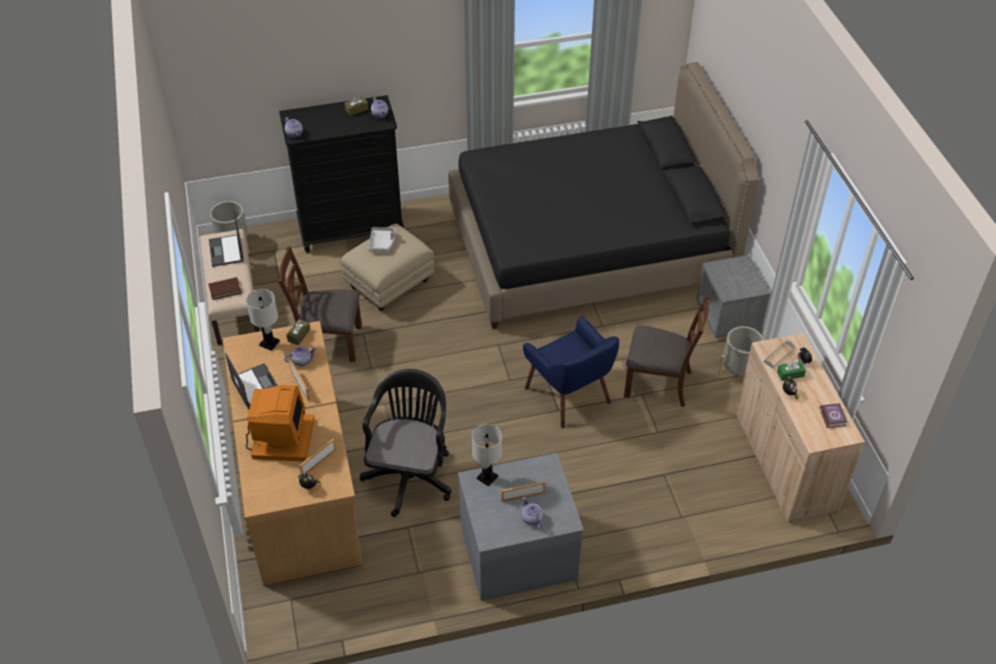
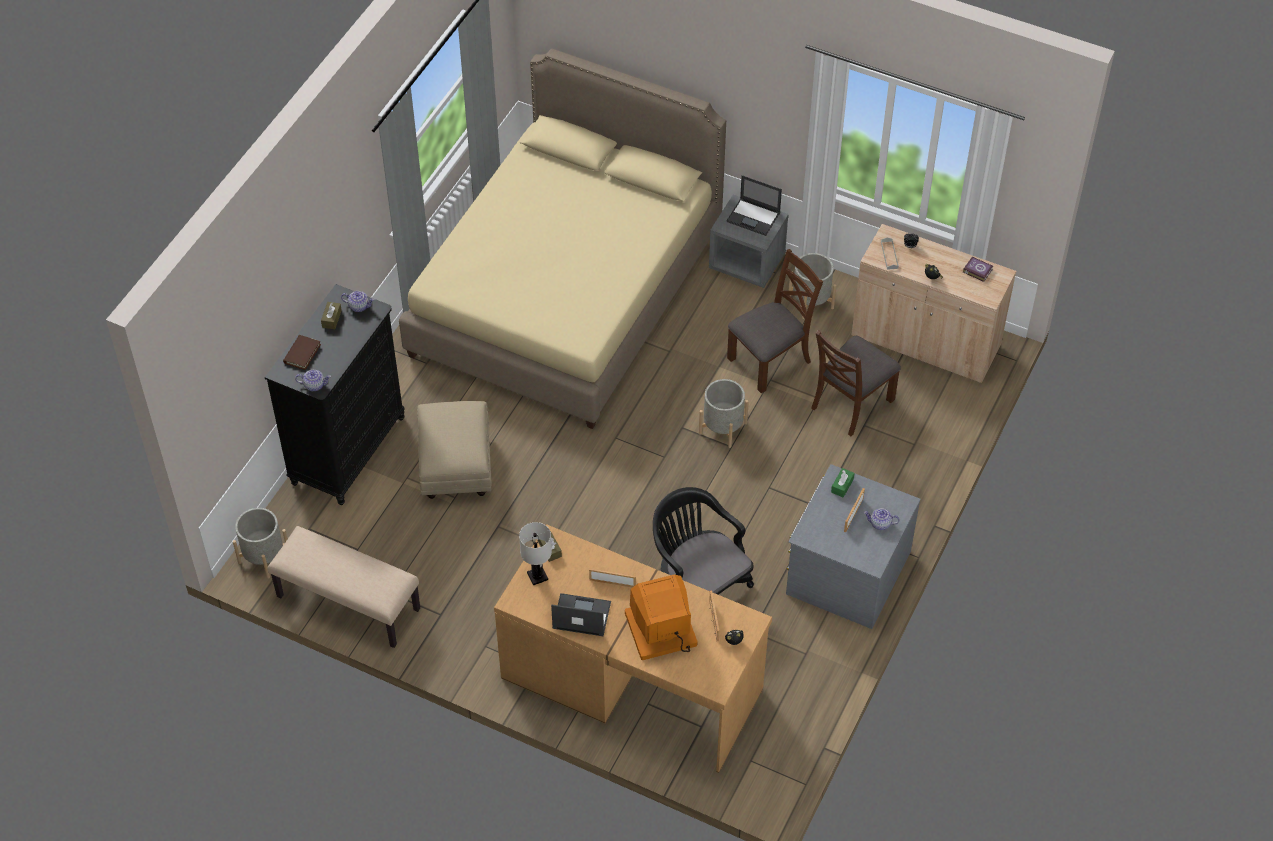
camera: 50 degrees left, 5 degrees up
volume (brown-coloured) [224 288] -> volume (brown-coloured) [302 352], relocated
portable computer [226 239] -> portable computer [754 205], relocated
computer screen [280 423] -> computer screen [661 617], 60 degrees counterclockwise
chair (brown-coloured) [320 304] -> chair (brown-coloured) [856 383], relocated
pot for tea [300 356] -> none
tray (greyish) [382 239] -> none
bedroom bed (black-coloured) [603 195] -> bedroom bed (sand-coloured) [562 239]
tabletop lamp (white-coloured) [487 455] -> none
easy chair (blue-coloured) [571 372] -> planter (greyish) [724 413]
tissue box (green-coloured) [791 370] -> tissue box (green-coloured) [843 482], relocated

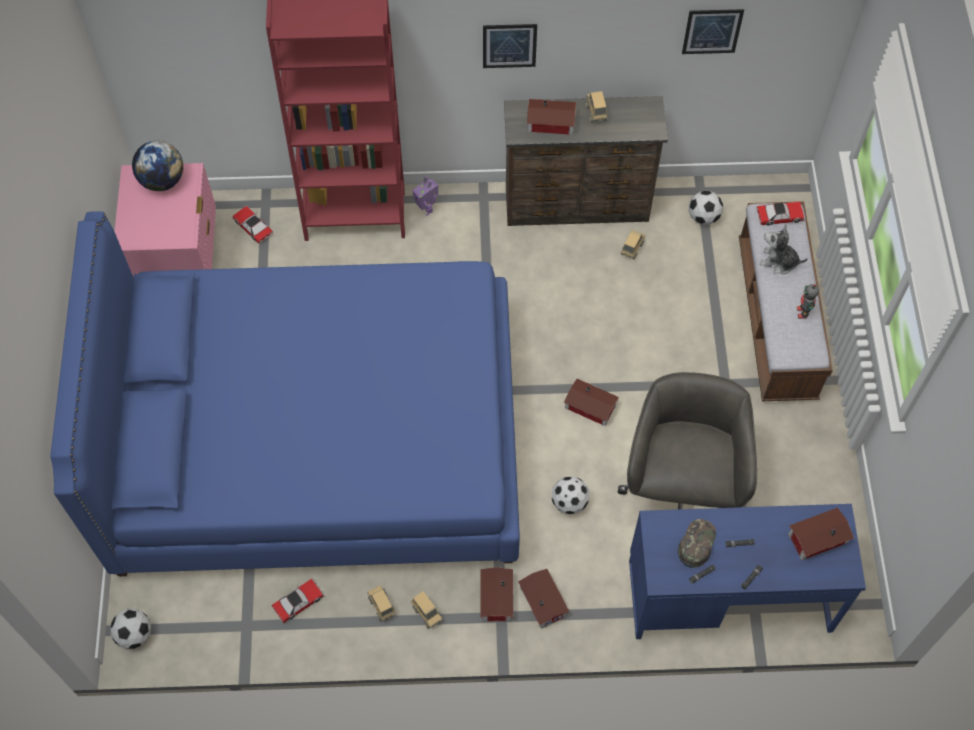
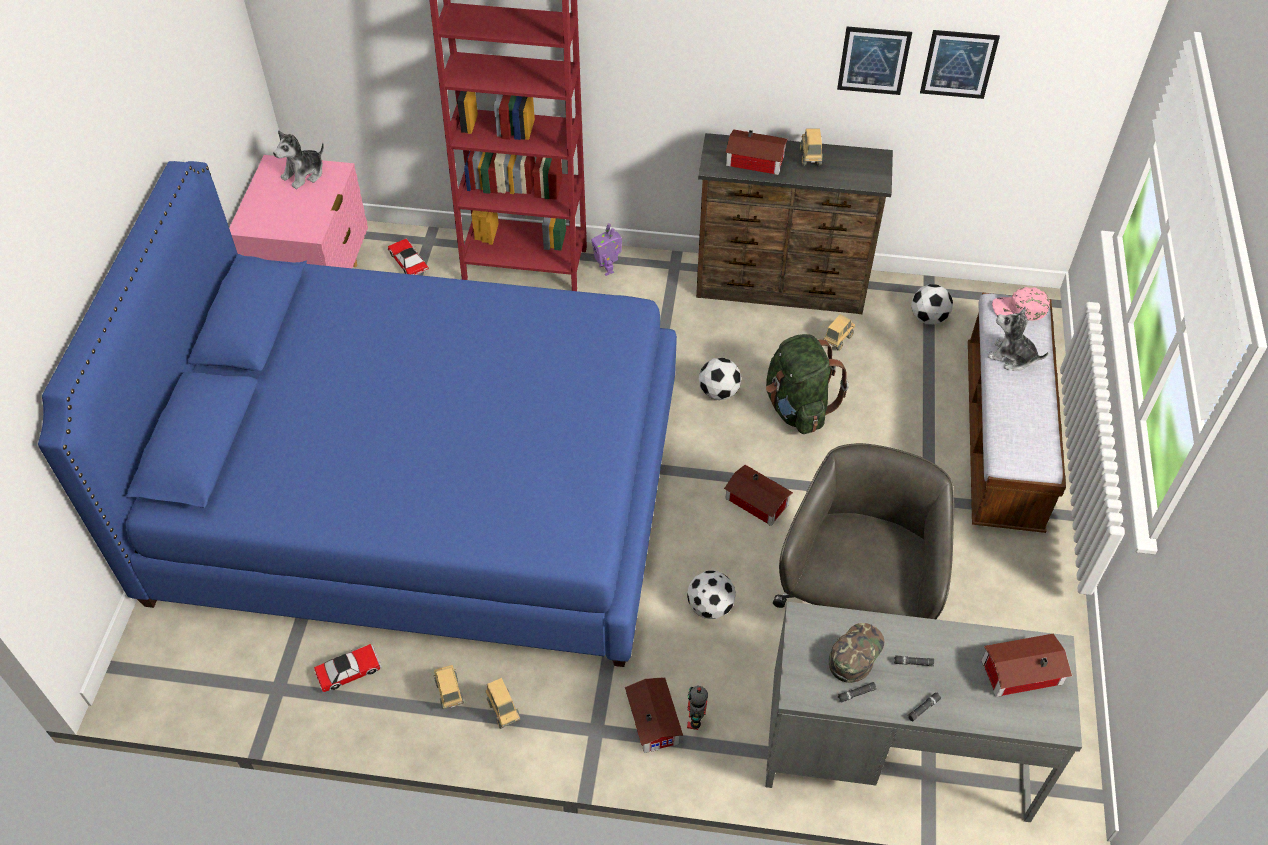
camera: 10 degrees right, 10 degrees down
ball for football [130 629] -> ball for football [720 378], relocated
globe [157 166] -> cuddly toy [298 159]
toy house [496 594] -> none
wall picture [510 46] -> wall picture [874 61], relocated
desk (blue-coloured) [747 571] -> desk (greyish) [923 712]
toy car [781 213] -> cap (pink) [1021 304]
toy robot [808 301] -> toy robot [697 708], relocated
none -> backpack (green-coloured) [807 384]

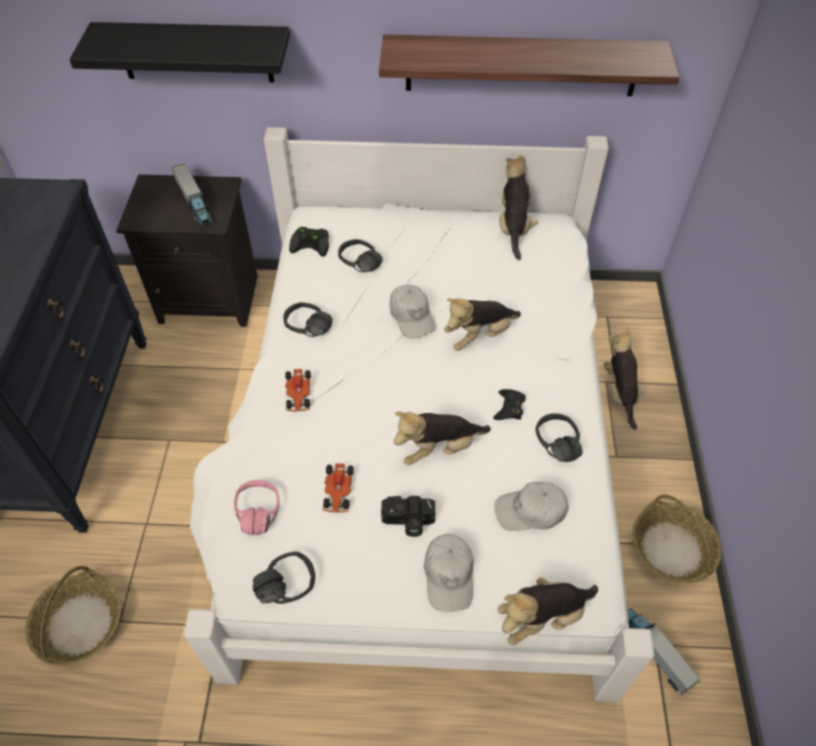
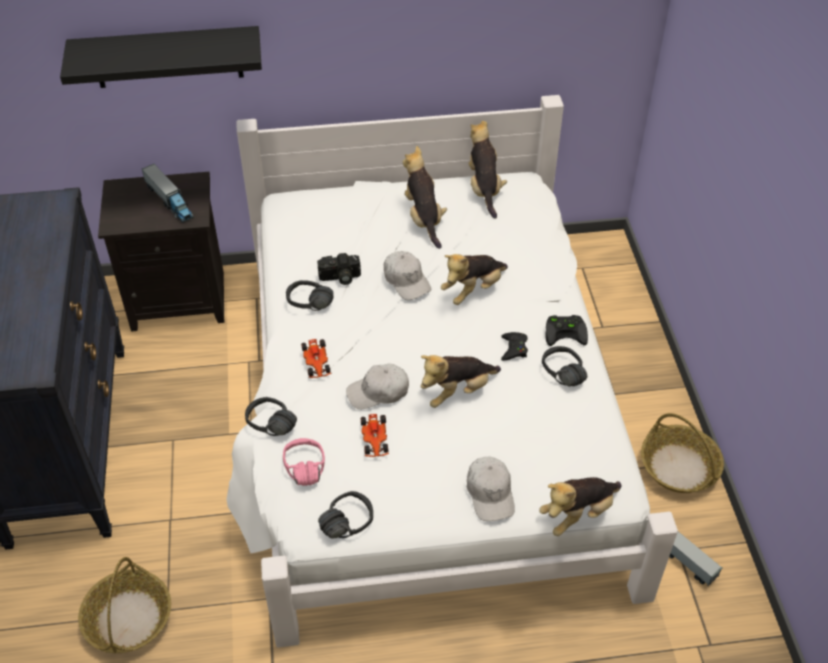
camera: 10 degrees left, 5 degrees down
gamepad (black-coloured) [309 242] -> gamepad (black-coloured) [567 330], relocated
headset (black-coloured) [360 255] -> headset (black-coloured) [271 416], relocated
shelf [529 65] -> none
photo camera [408 516] -> photo camera [339 269], relocated
cap (white-coloured) [531 506] -> cap (white-coloured) [377 386], relocated
cuddly toy [625 378] -> cuddly toy [425 197], relocated

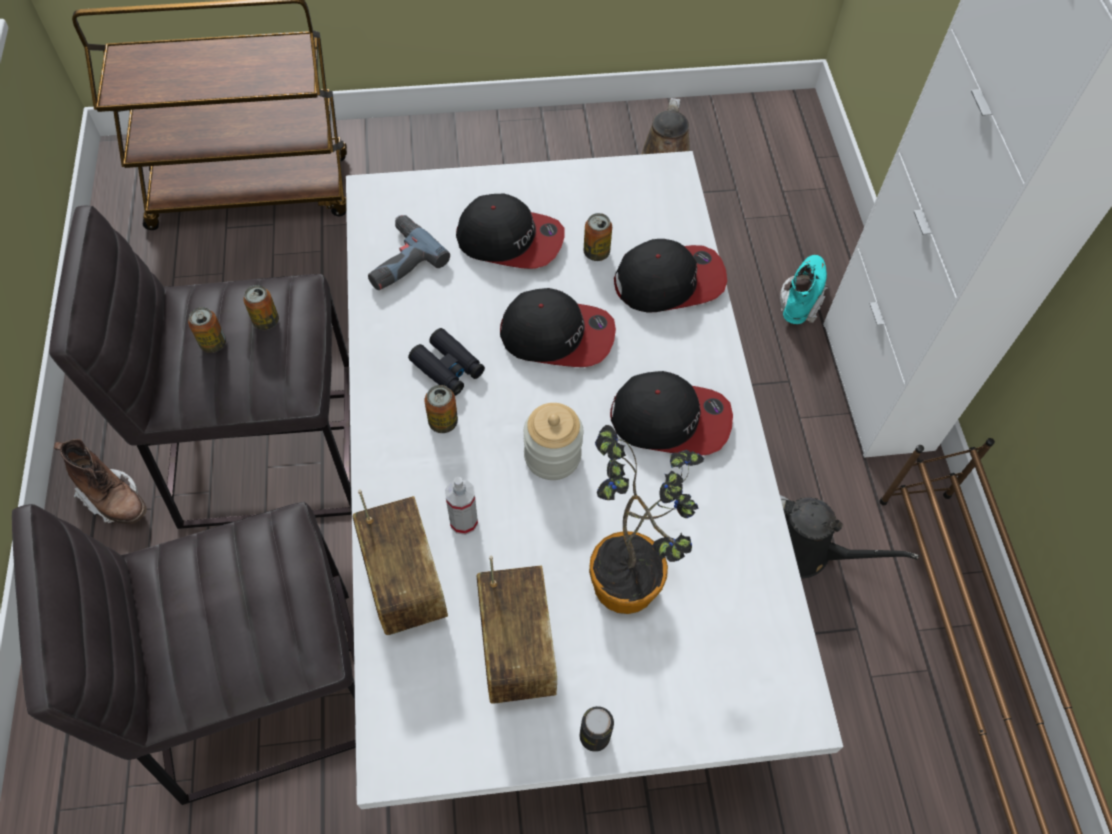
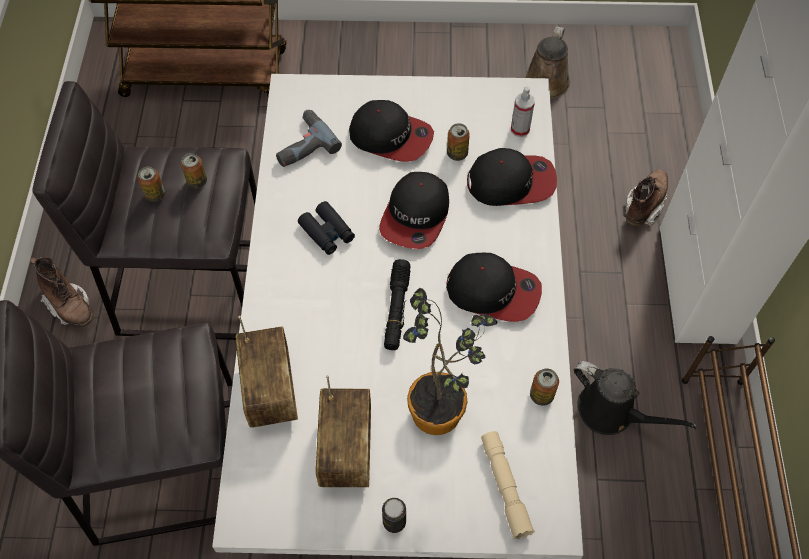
camera: 10 degrees right, 0 degrees up
metal can [441 409] -> metal can [544 387], relocated
sprayer [461 506] -> sprayer [523 111], relocated
cap [558 327] -> cap [414 210], 90 degrees clockwise
storage jar [553 441] -> hand torch (black-coloured) [397 304]
boot (blue-green) [804 289] -> boot (brown-coloured) [646 197]
none -> hand torch (sand-coloured) [508 485]

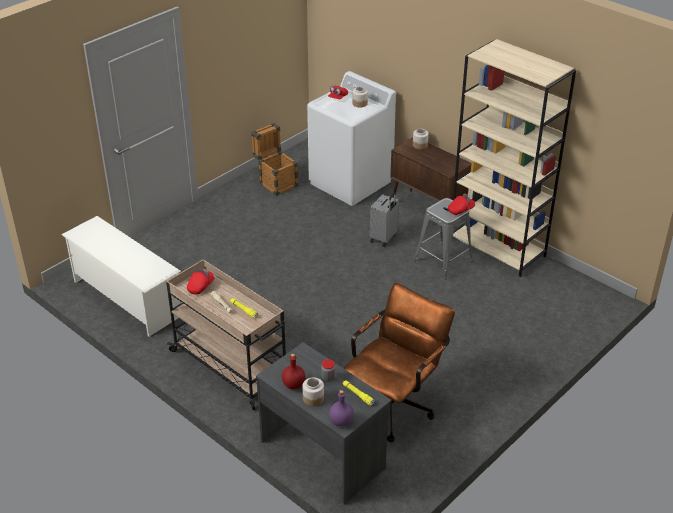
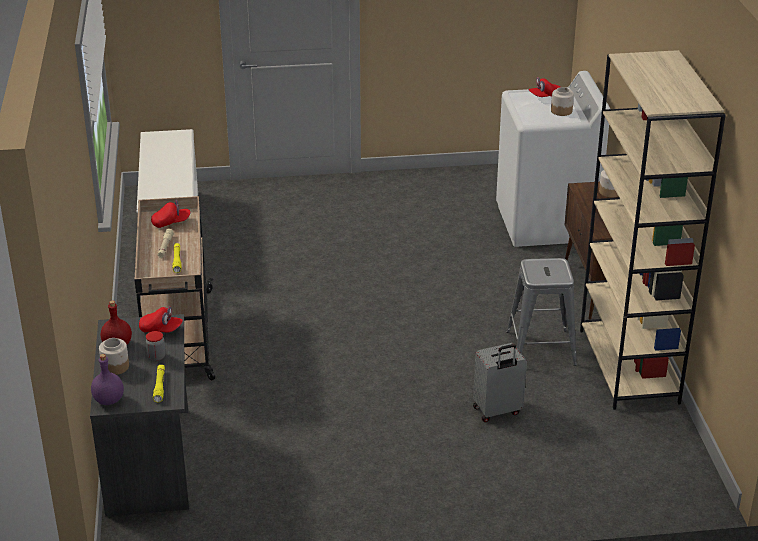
camera: 40 degrees right, 5 degrees down
packing crate [274 159] -> none
computer chair (brown-coloured) [399 362] -> none
suitcase (greyish) [384 219] -> suitcase (greyish) [500 382], relocated
cap (red) [461 204] -> cap (red) [161 319], relocated

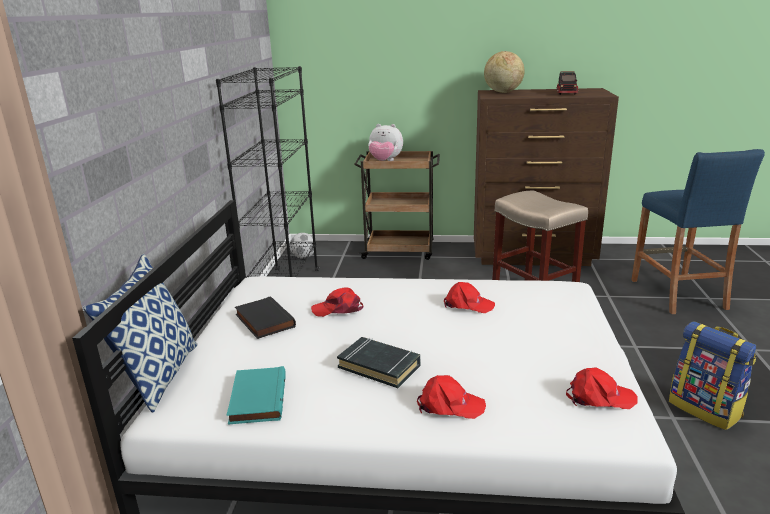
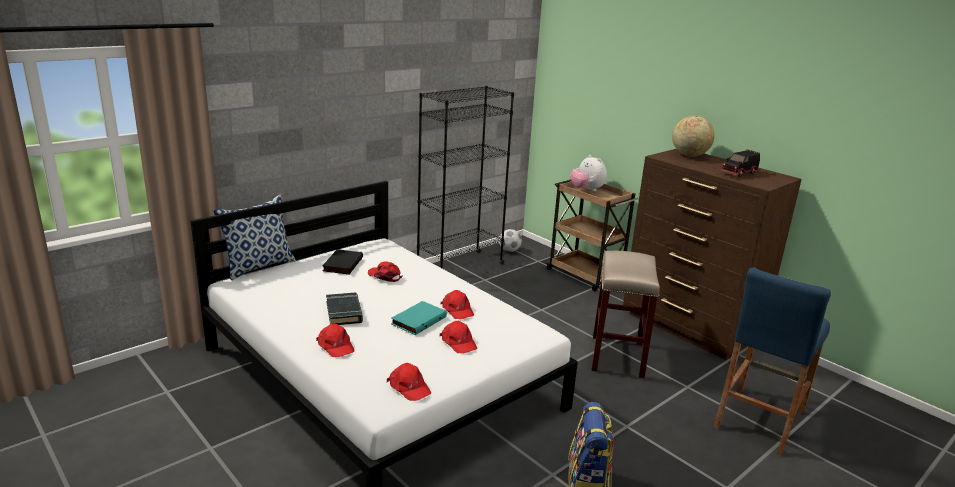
camera: 40 degrees right, 0 degrees up
volume (blue-green) [256 395] -> volume (blue-green) [419 318], relocated
none -> cap (red) [458 337]

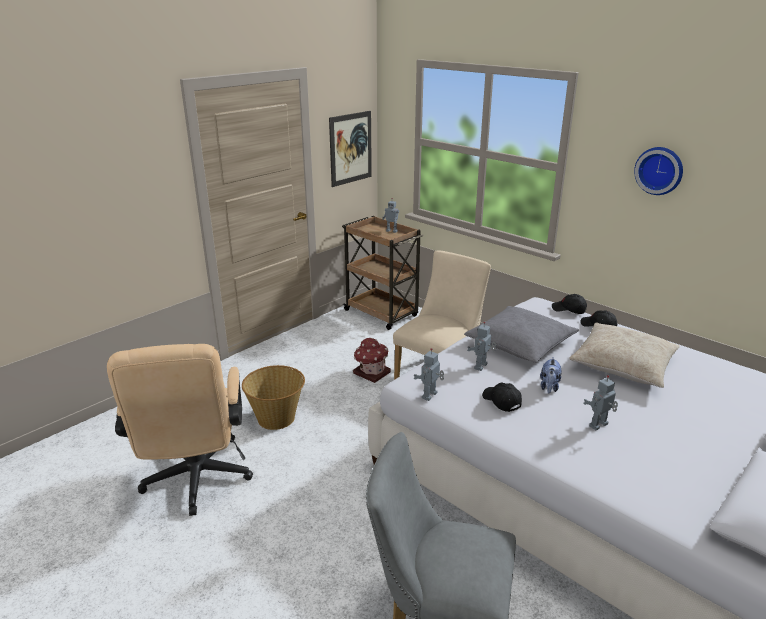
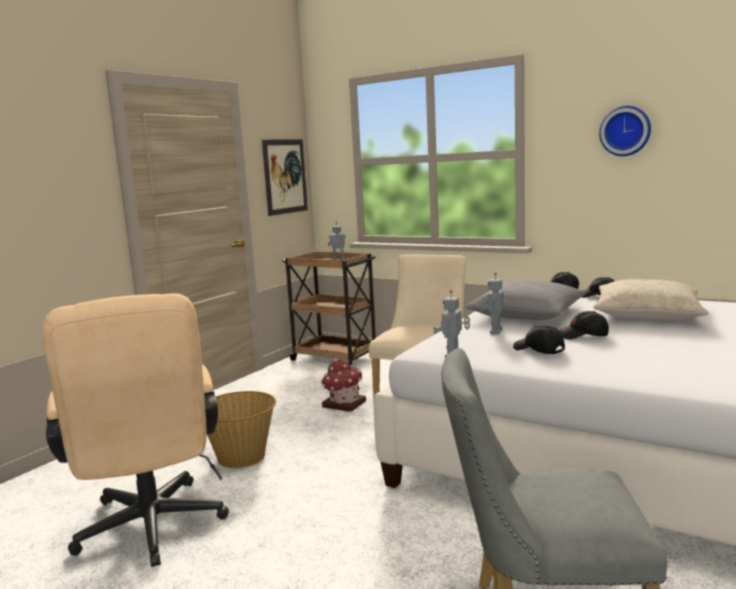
camera: 10 degrees left, 15 degrees down
cuddly toy [551 375] -> cap (black-coloured) [584 325]
toy robot [601 402] -> none

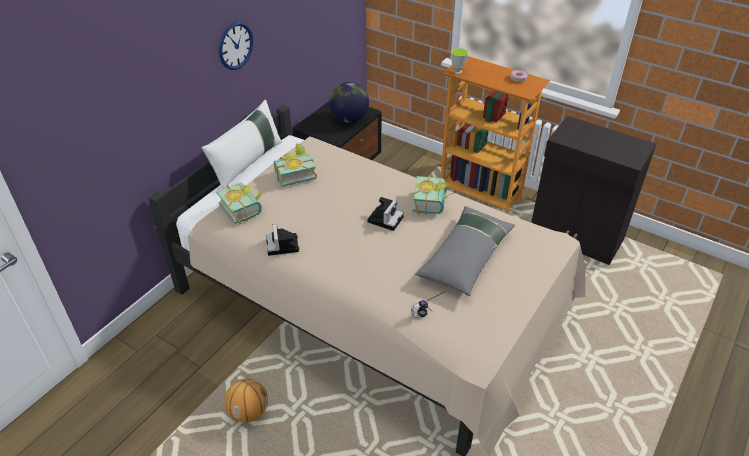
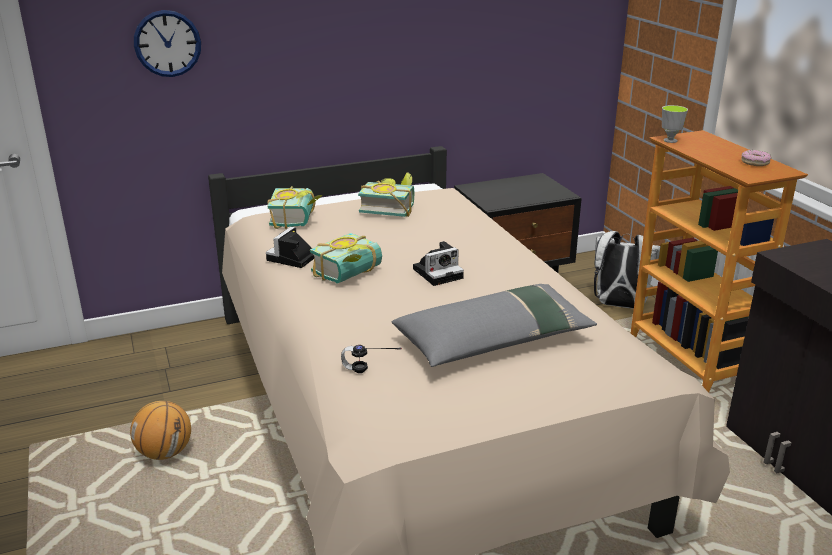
camera: 35 degrees right, 15 degrees down
throw pillow (white-coloured) [241 144] -> none
clock on the wall [236 46] -> clock on the wall [167 43], relocated
globe [349 102] -> none
volume [433 195] -> volume [346 258], relocated
none -> backpack (white-coloured) [627 270]

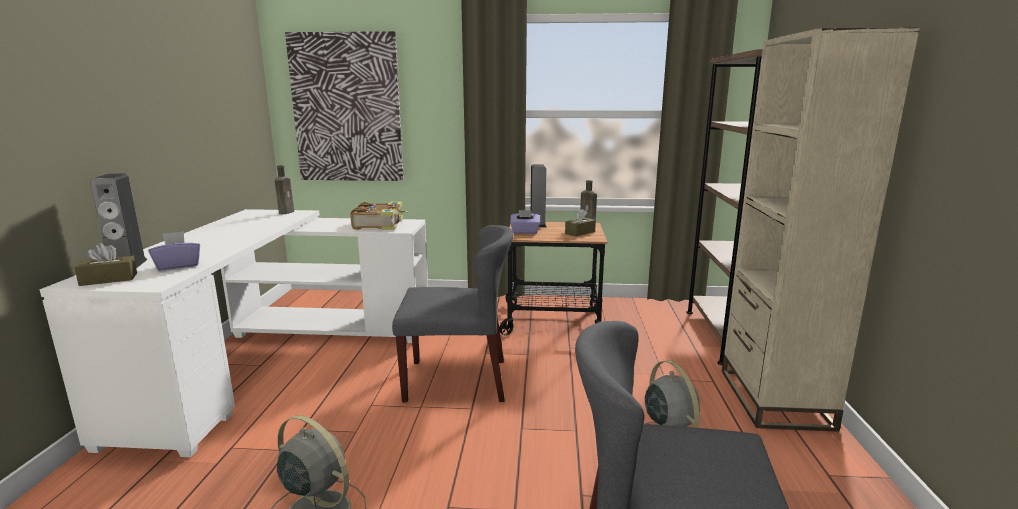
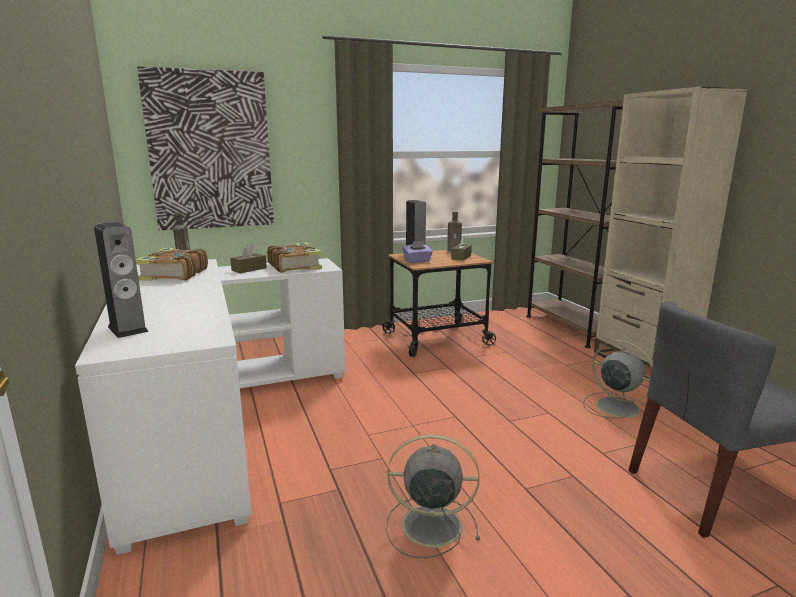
camera: 25 degrees left, 0 degrees up
tissue box (brown-coloured) [105 264] -> tissue box (brown-coloured) [248 258], relocated
tissue box (purple-coloured) [174 251] -> none
chair (greyish) [452 313] -> none
none -> volume [172 264]

